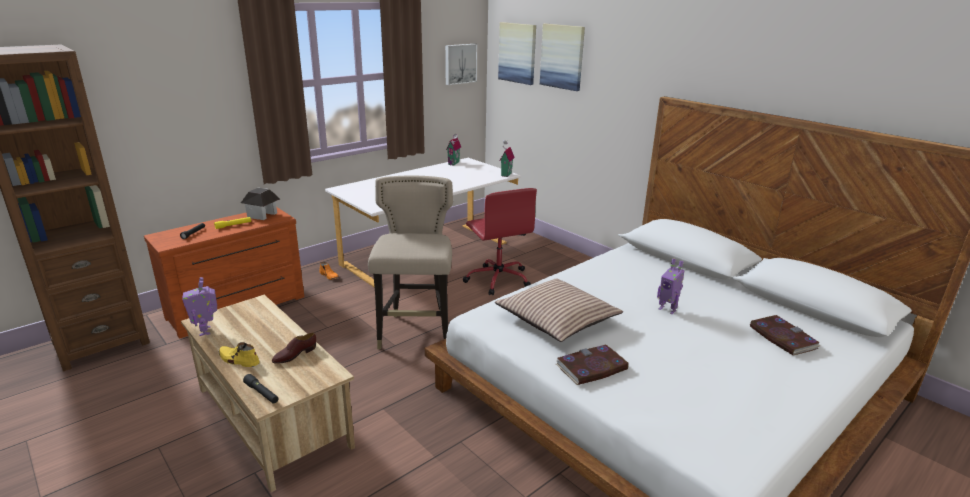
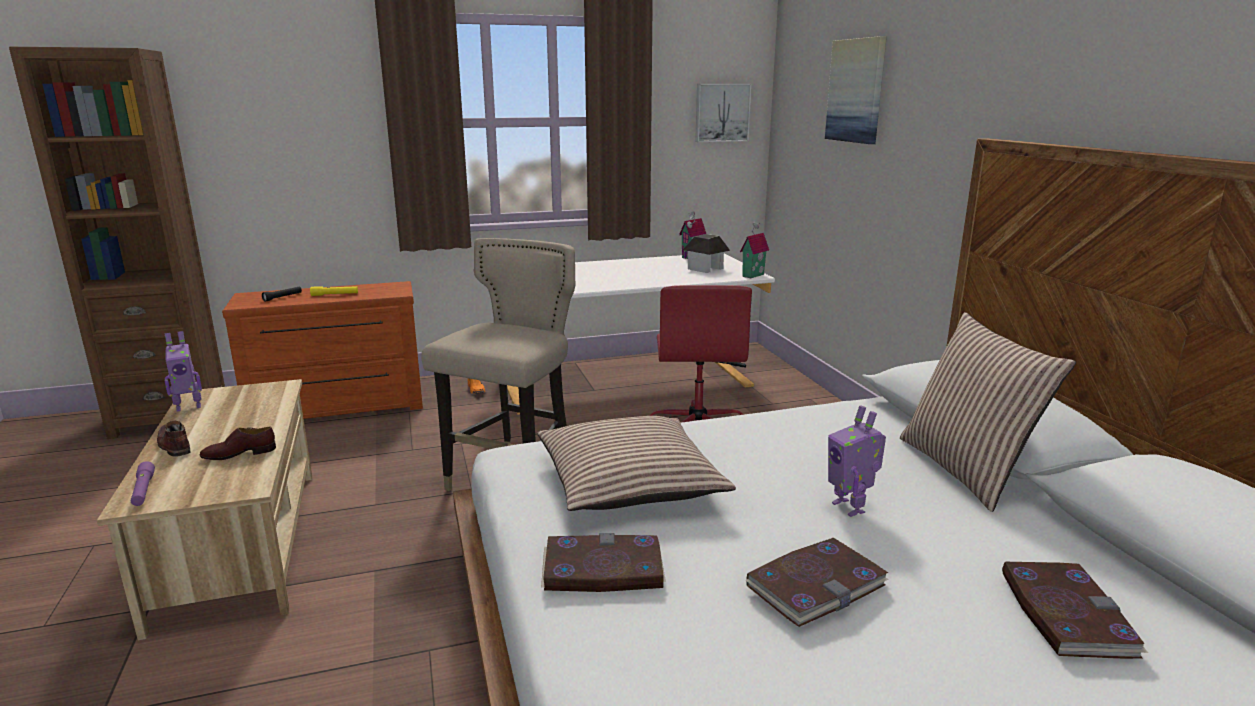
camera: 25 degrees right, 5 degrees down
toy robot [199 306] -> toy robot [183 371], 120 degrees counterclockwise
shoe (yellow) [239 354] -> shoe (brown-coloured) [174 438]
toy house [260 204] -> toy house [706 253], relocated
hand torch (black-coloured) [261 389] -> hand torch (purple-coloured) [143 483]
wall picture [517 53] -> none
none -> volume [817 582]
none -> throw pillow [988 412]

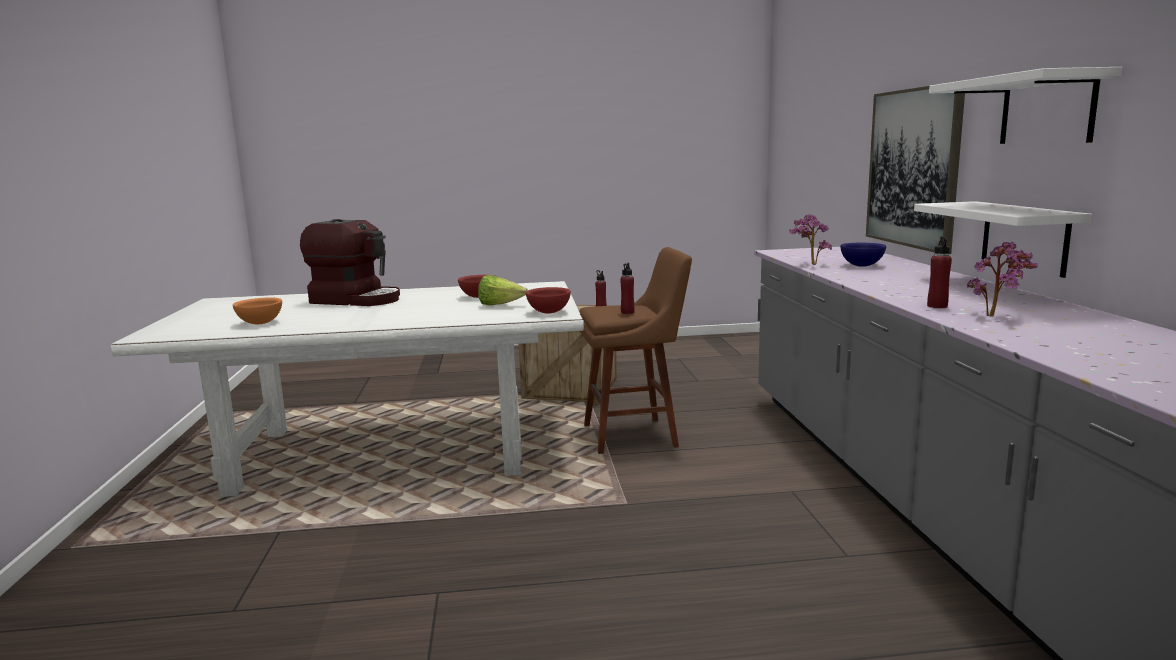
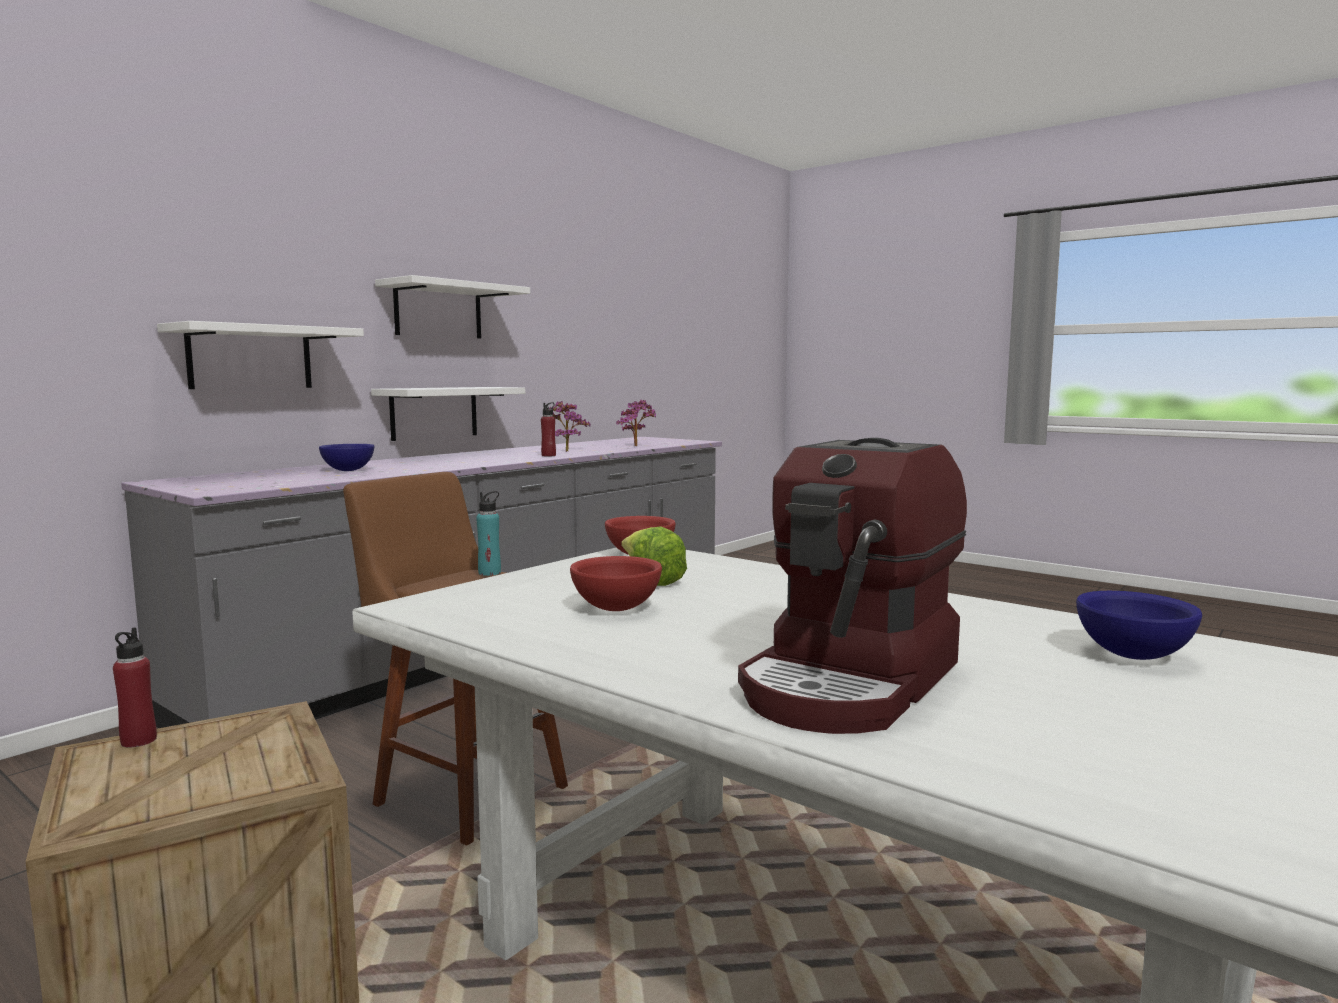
camera: 135 degrees left, 5 degrees down
serving bowl (orangey) [257 311] -> serving bowl (blue-coloured) [1139 625]
coffee maker [350 262] -> coffee maker [852 586], 120 degrees counterclockwise
bottle (red) [627 288] -> bottle (blue-green) [488 533]
houseplant [810 239] -> houseplant [636 423], relocated
wall picture [915 170] -> shelf (white-coloured) [260 355]

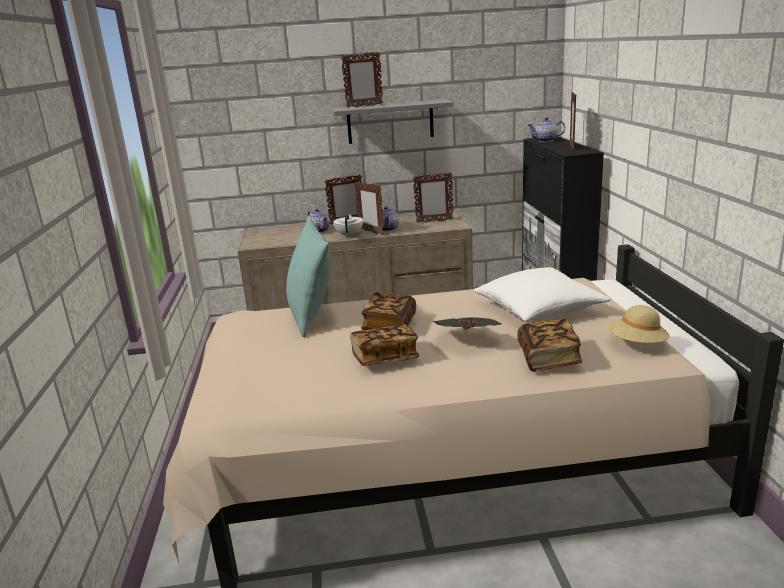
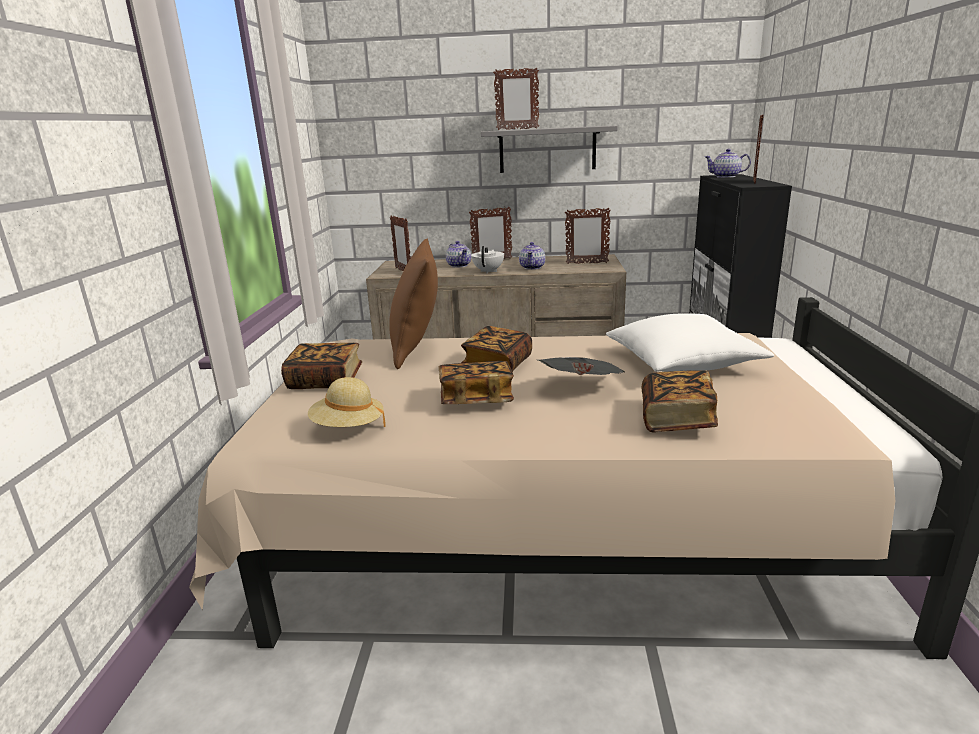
camera: 10 degrees right, 0 degrees up
throw pillow (blue-green) [308 277] -> throw pillow (brown-coloured) [413 303]
picture frame [369 208] -> picture frame [400 243], relocated
clothing hat (sand-coloured) [639 324] -> clothing hat (sand-coloured) [347 402], relocated
none -> volume [321 366]

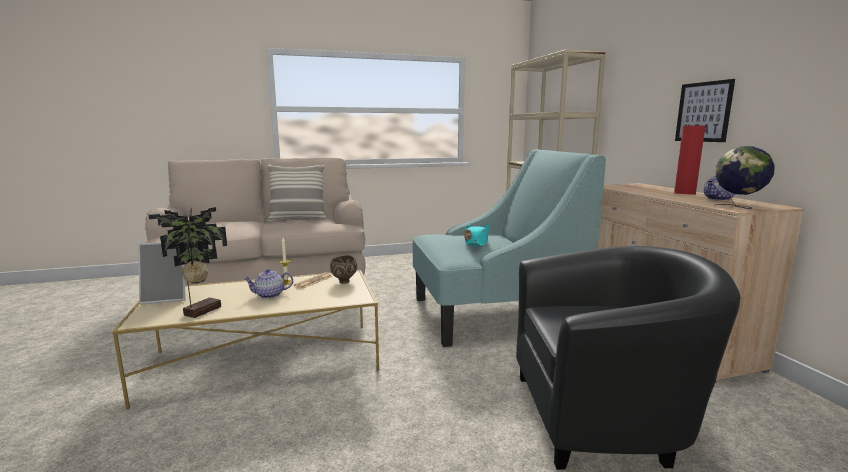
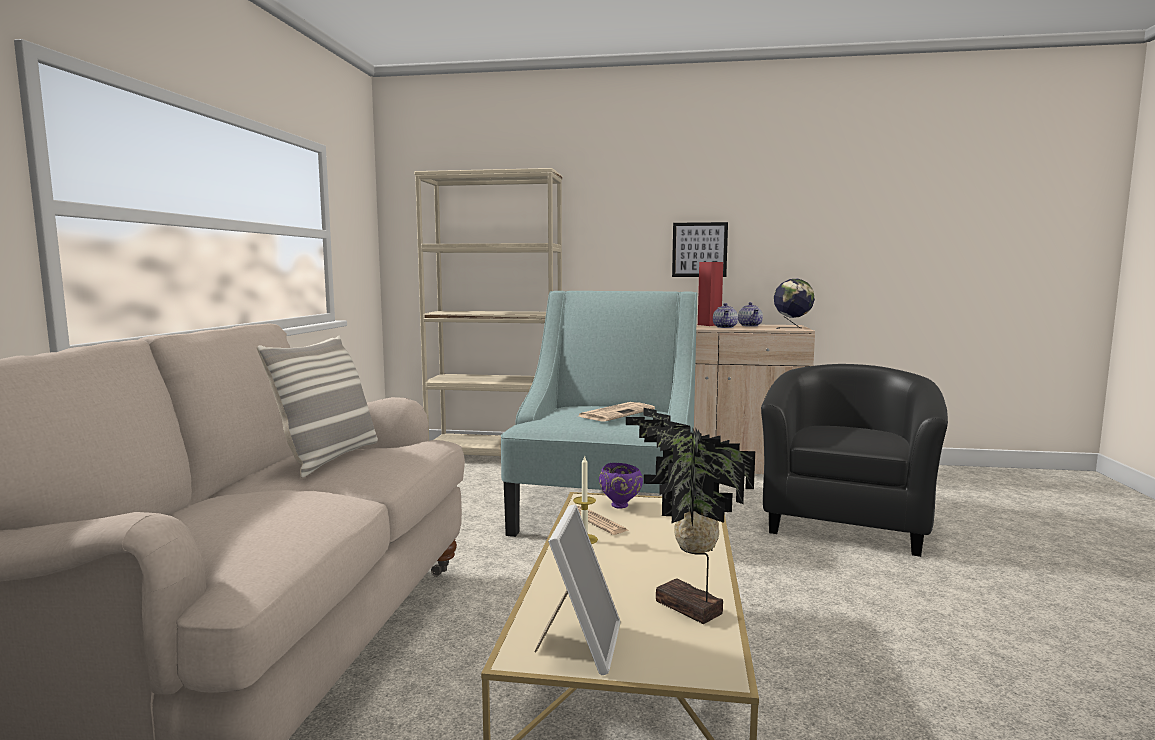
camera: 65 degrees left, 5 degrees down
pot for tea [268 284] -> pot for tea [725 315], relocated
serving bowl (brown-coloured) [343 269] -> serving bowl (purple-coloured) [621 486]
clothing hat (blue-green) [476 235] -> printed paper [617 411]

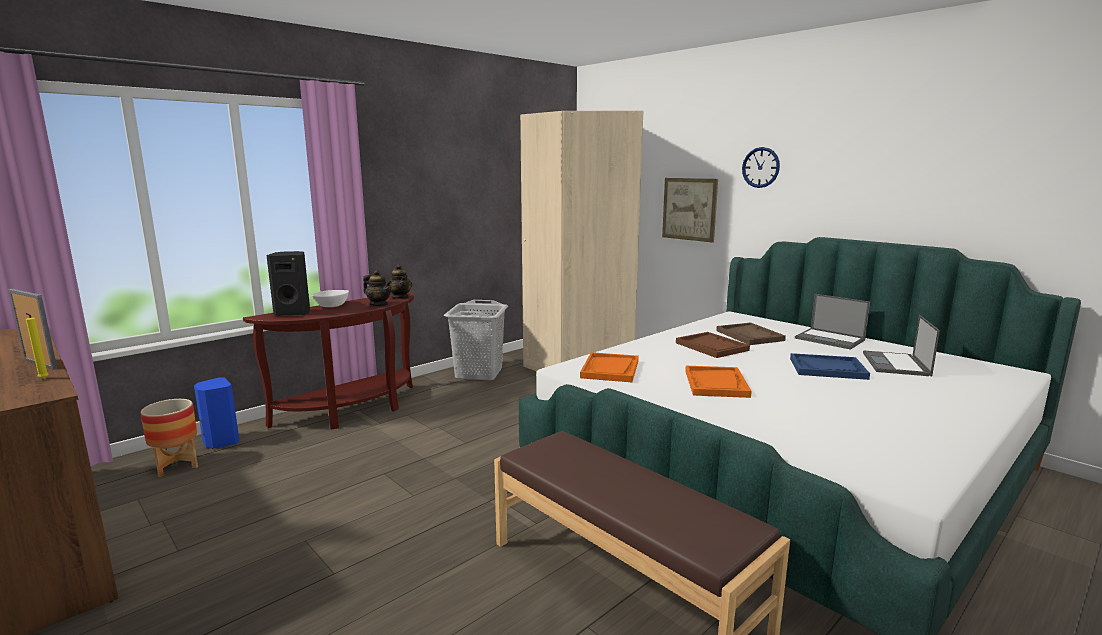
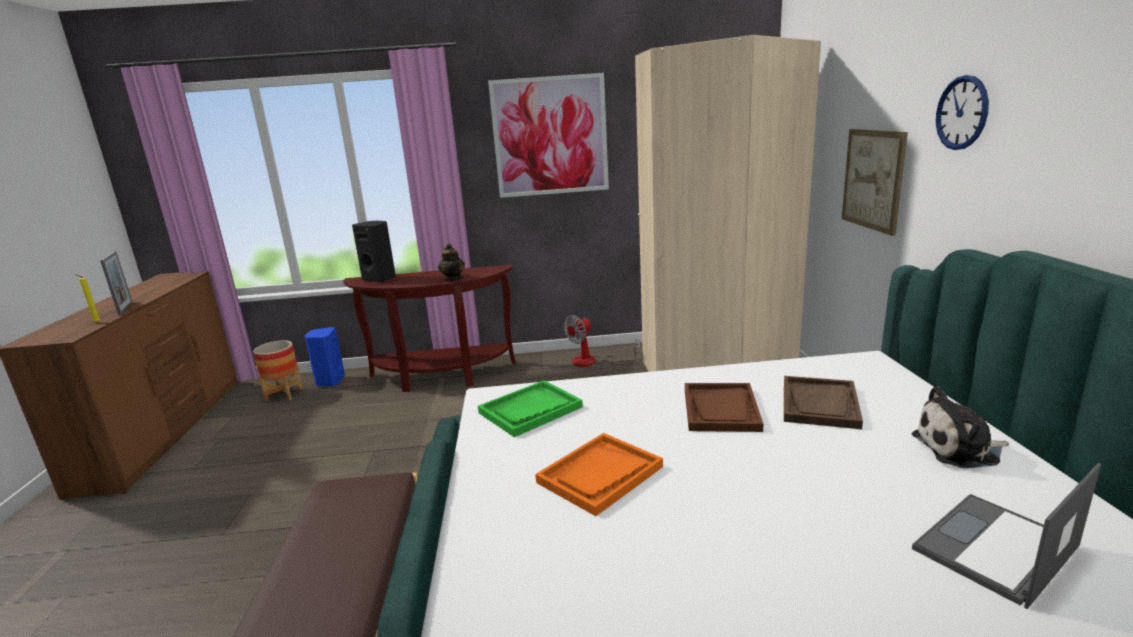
camera: 40 degrees right, 5 degrees up
serving bowl (white-coloured) [330 298] -> none
pot for tea [401 281] -> none
washing basket (greyish) [476 340] -> fan [602 341]
tray (orangey) [609 367] -> tray (green-coloured) [530 408]
tray (blue-coloured) [830 366] -> none
portable computer [832 322] -> cuddly toy [960 427]
none -> wall picture [548 135]

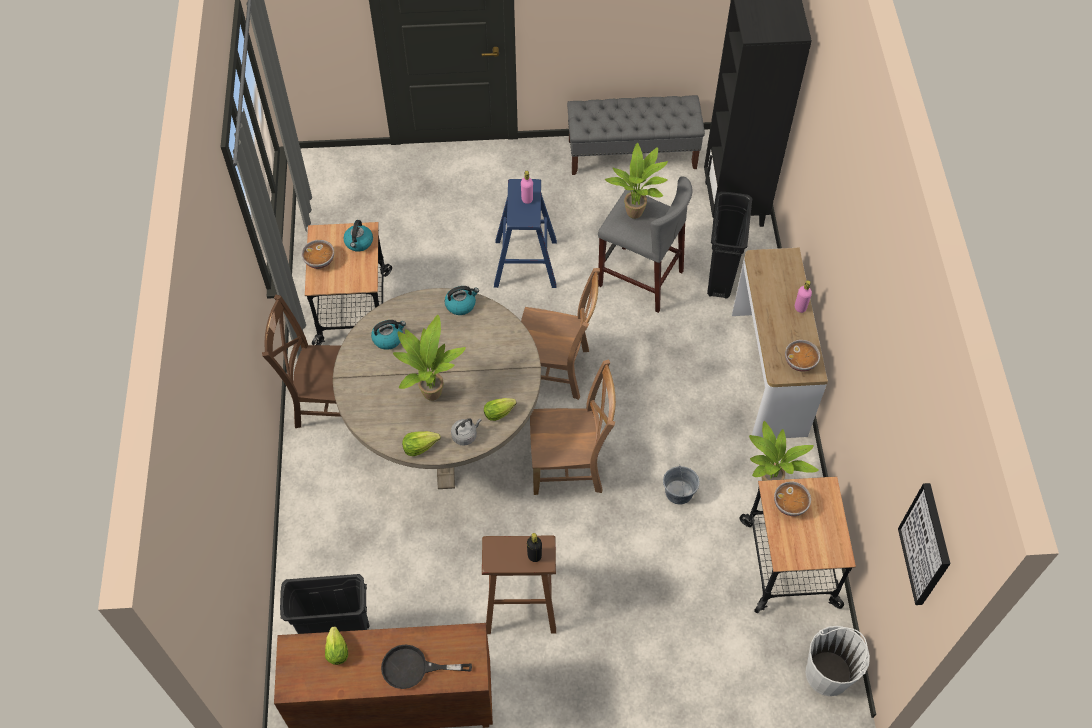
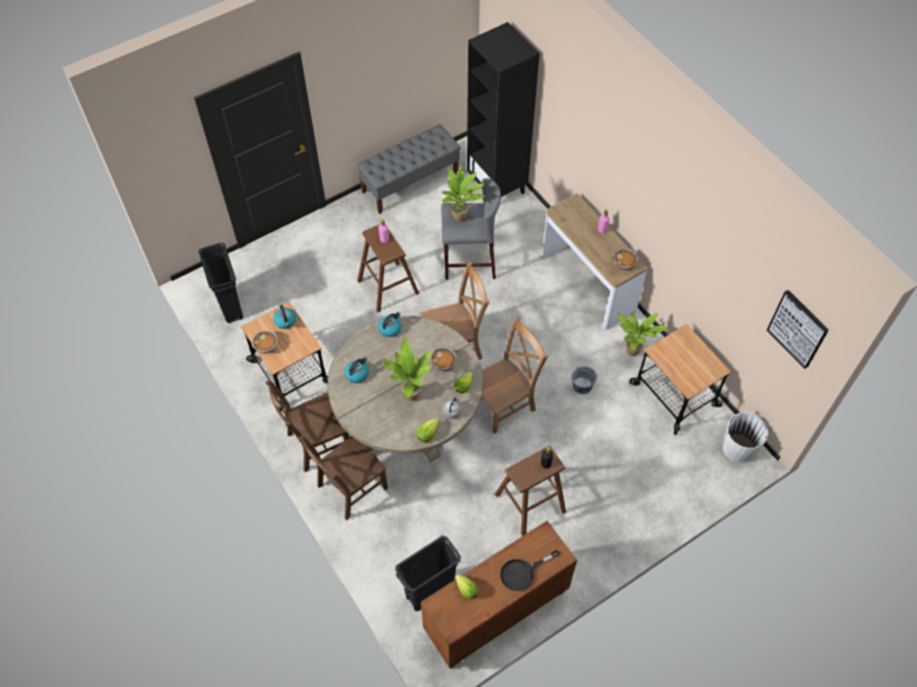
camera: 30 degrees left, 0 degrees up
stool (blue-coloured) [525 233] -> stool (brown-coloured) [388 268]
trash can (black-coloured) [729 245] -> trash can (black-coloured) [220 283], relocated
serving bowl [792 498] -> serving bowl [444 359], relocated
none -> chair (brown-coloured) [343 477]

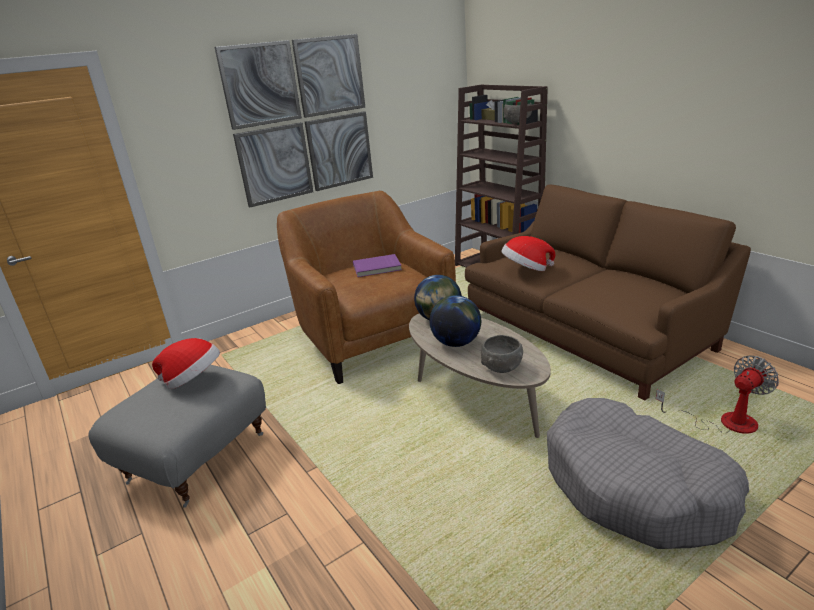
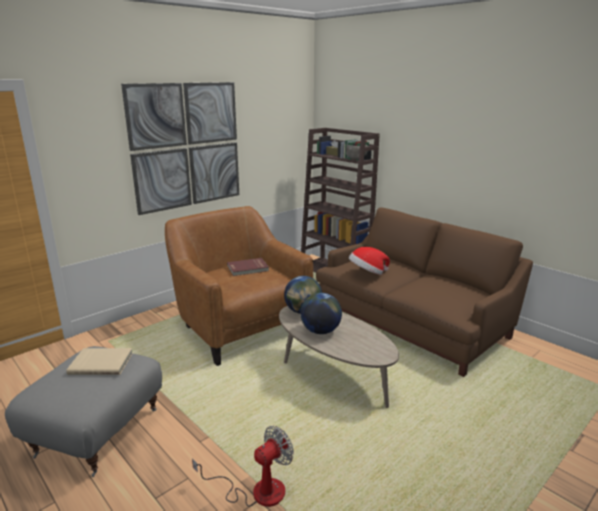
camera: 10 degrees left, 5 degrees down
clothing hat [186 363] -> volume (sand-coloured) [99 361]
volume (purple-coloured) [377 265] -> volume (red) [248 267]
serving bowl (greyish) [502 354] -> none
dog bed (greyish) [648 473] -> none
fan [717 394] -> fan [243 466], relocated

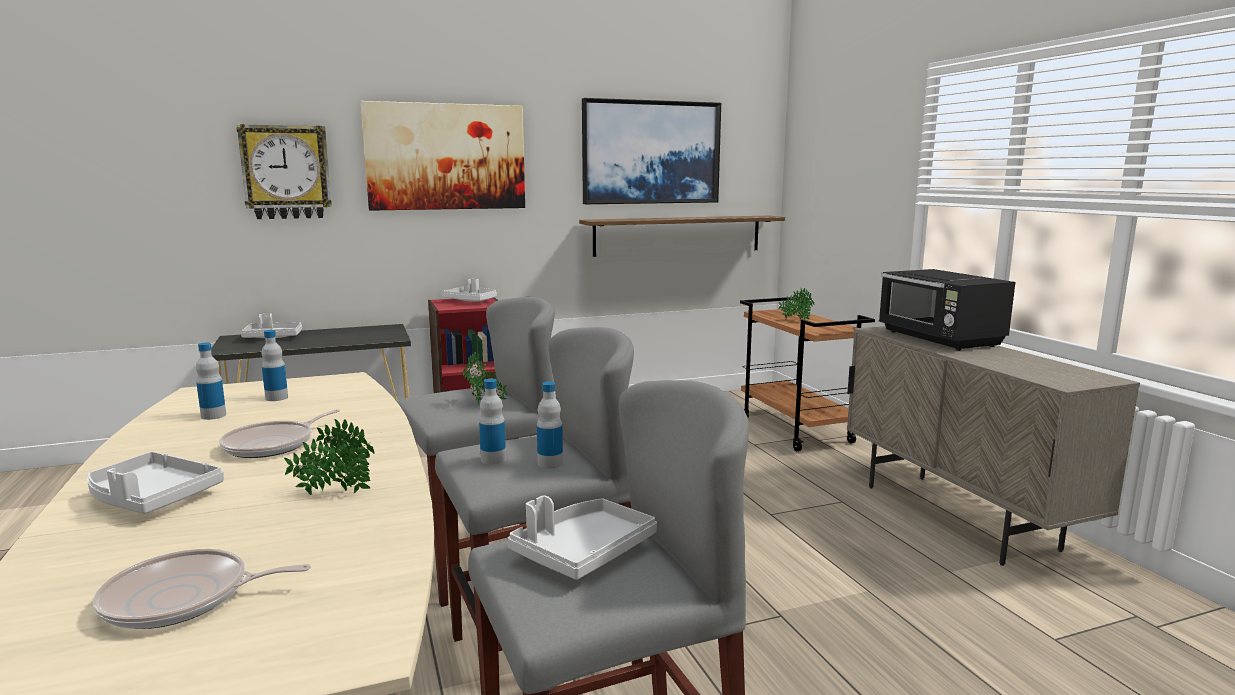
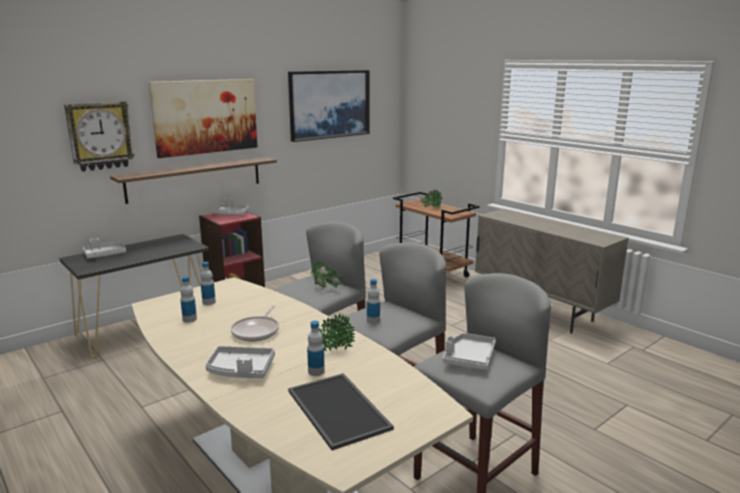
camera: 20 degrees left, 5 degrees up
skillet [202 589] -> tray [341 411]
bottle [550 425] -> bottle [316 348], relocated
shelf [682 236] -> shelf [193 180], relocated
microwave (black-coloured) [947 310] -> none

